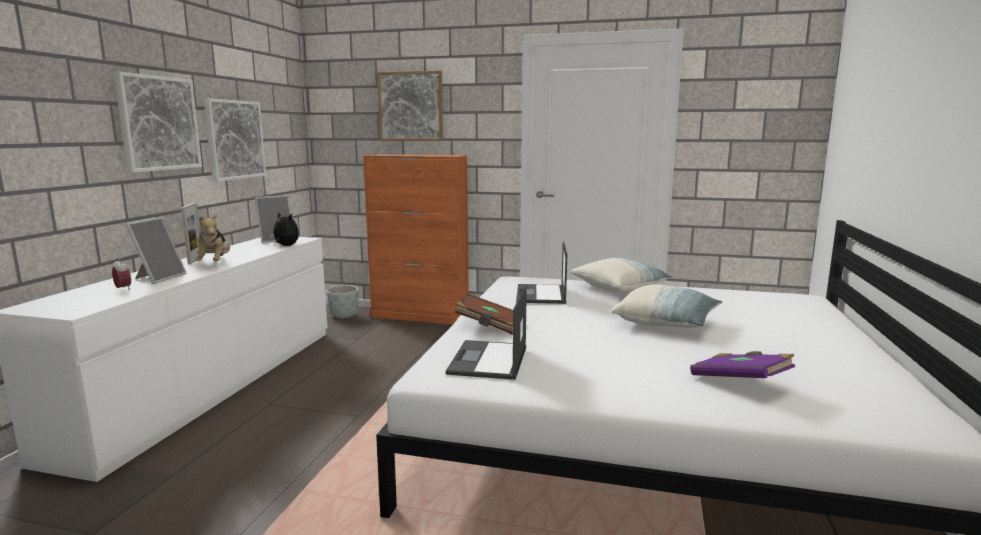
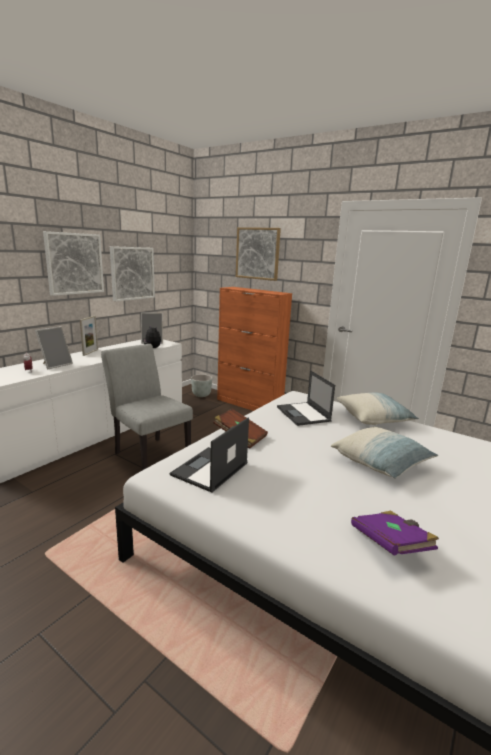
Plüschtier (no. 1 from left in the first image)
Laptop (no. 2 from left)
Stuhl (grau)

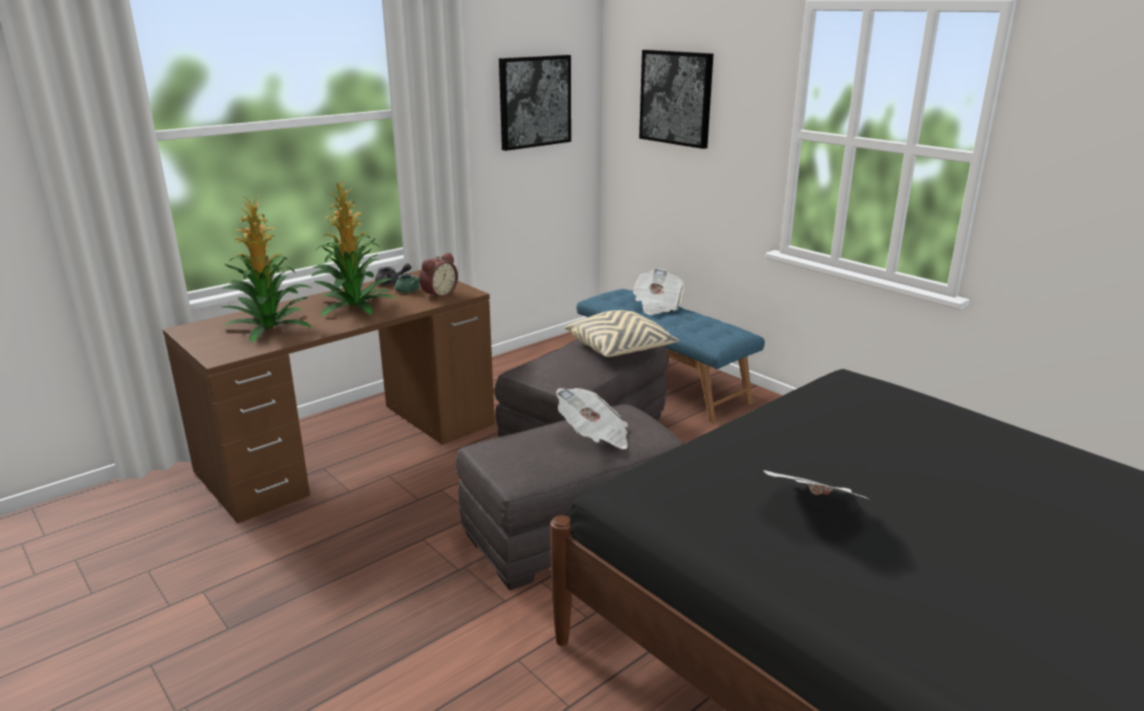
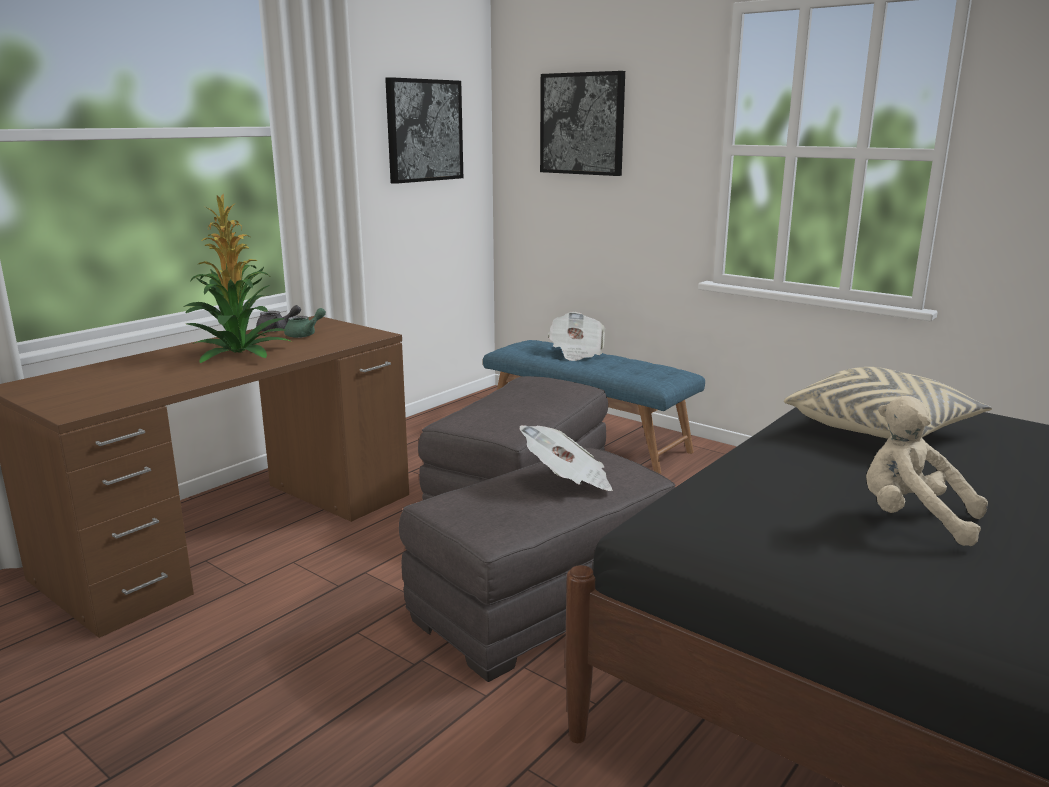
Topfpflanze (no. 1 from left in the first image)
Wecker
Kissen (beige)
Plüschtier (beige)

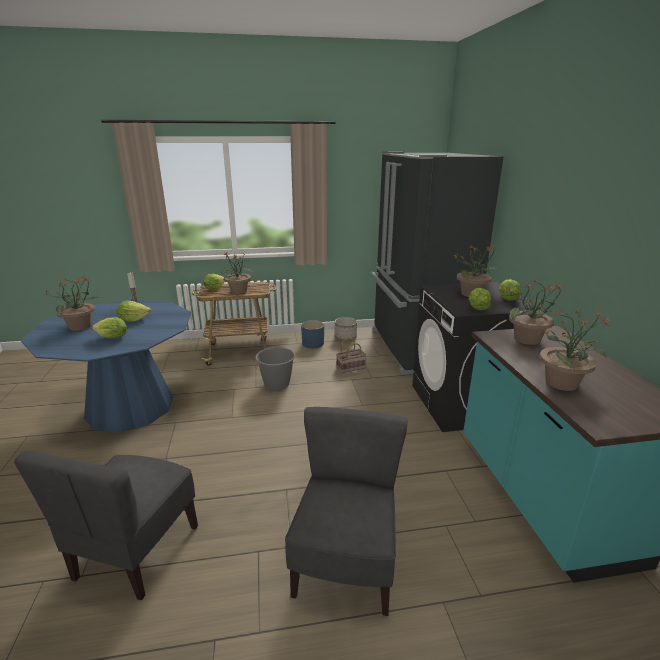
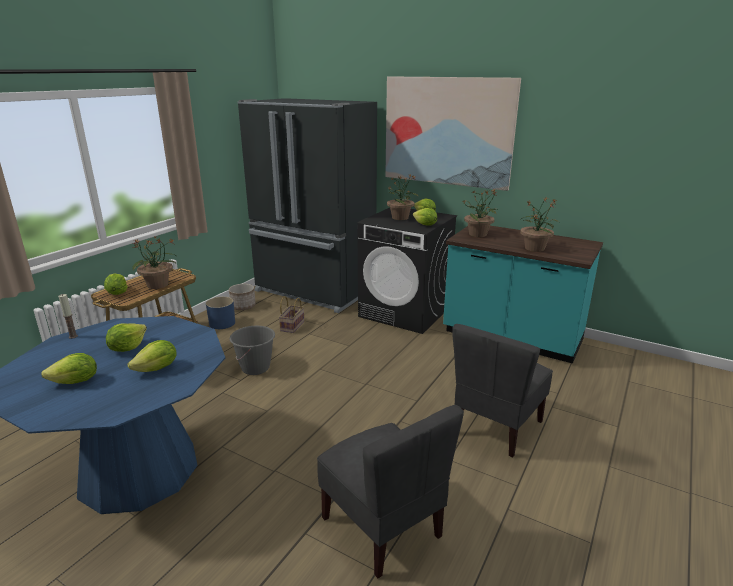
Salatkopf (no. 1 from left)
Stuhl (grau) (no. 2 from left)
Bild

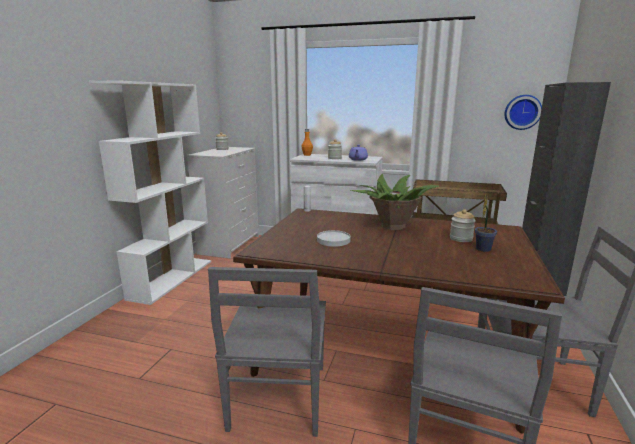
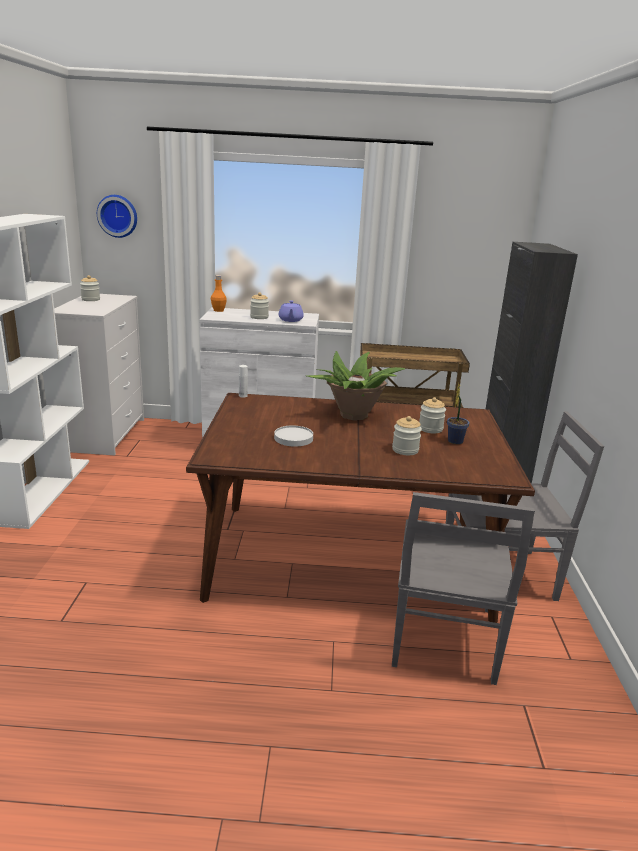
Wanduhr
Stuhl (grau) (no. 1 from left in the first image)
Vorratsglas (no. 3 from left)

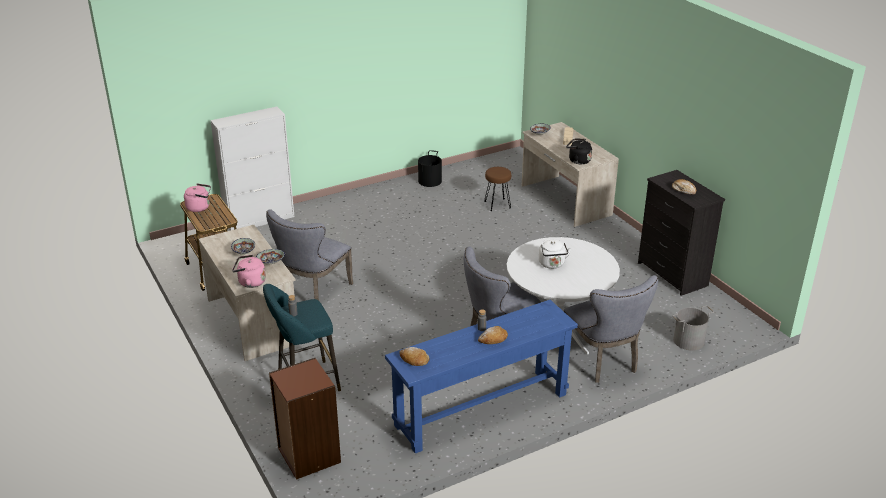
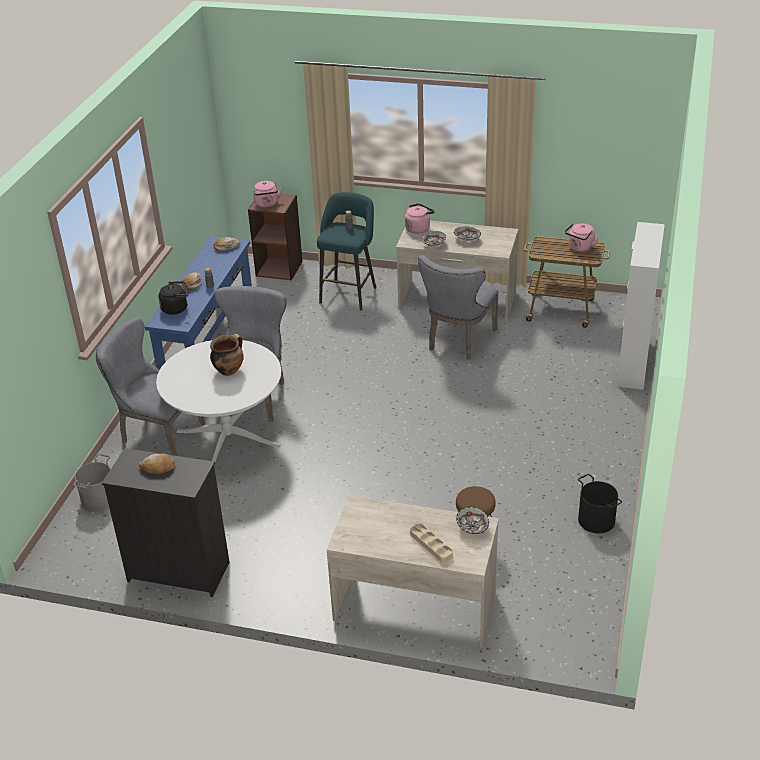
Wasserkessel (schwarz)
Stuhl (grau) (no. 3 from left)
Kochtopf
Wasserkessel (rosa) (no. 1 from left)

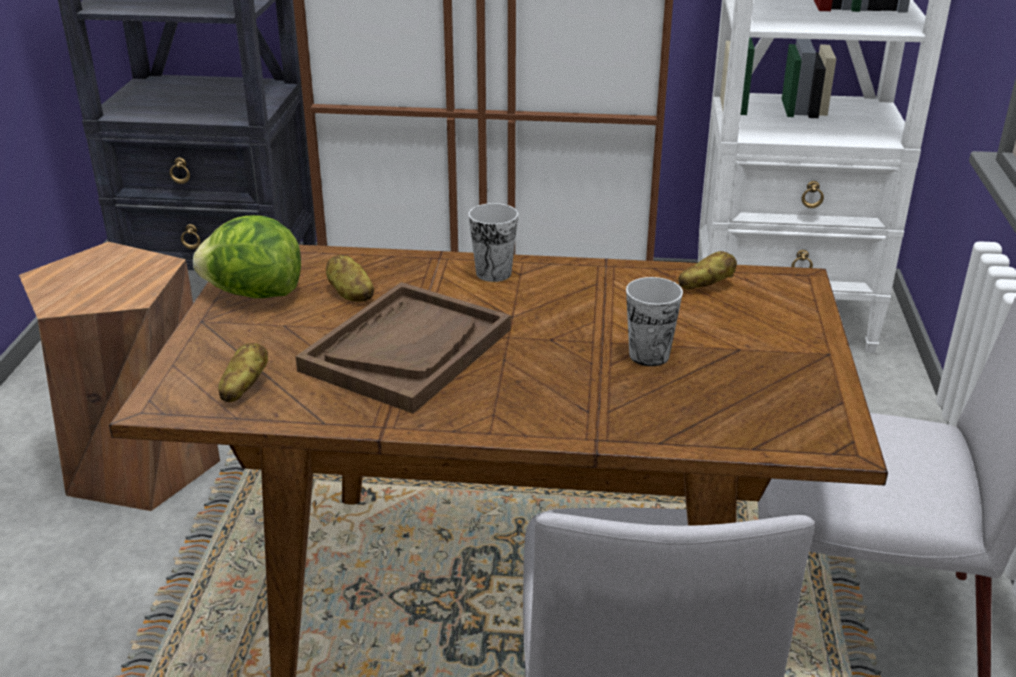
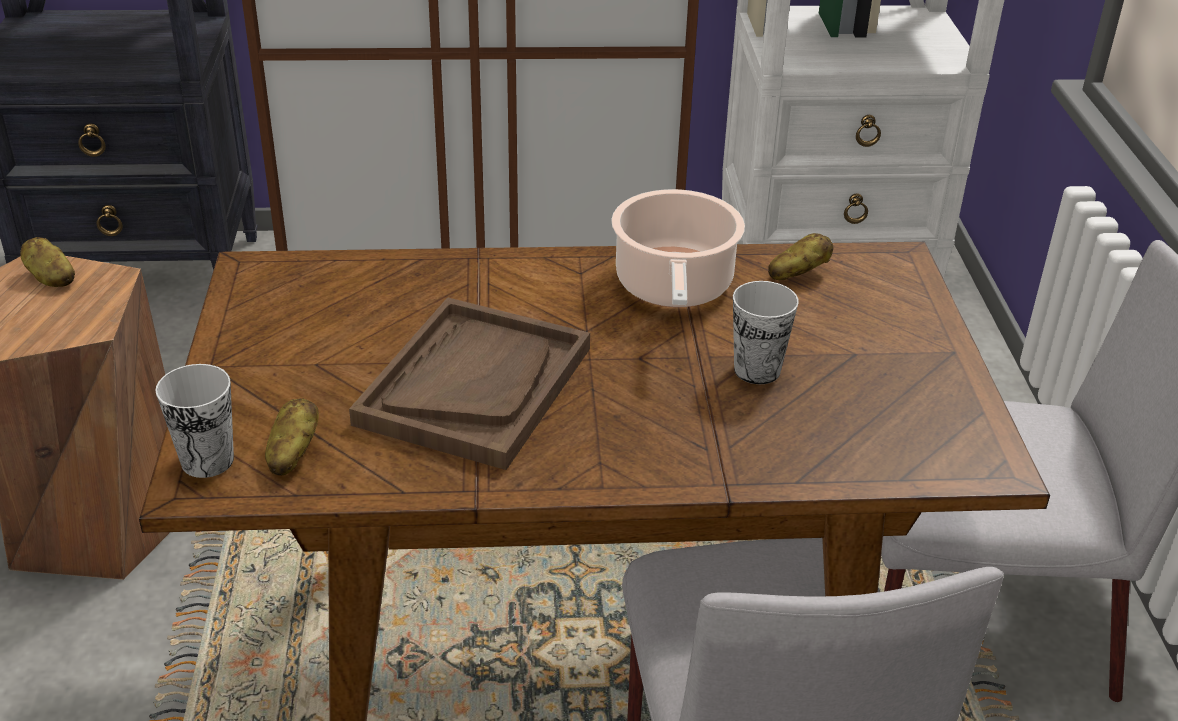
Tasse (no. 1 from left)
Salatkopf
Kartoffel (no. 1 from left)
Kochtopf

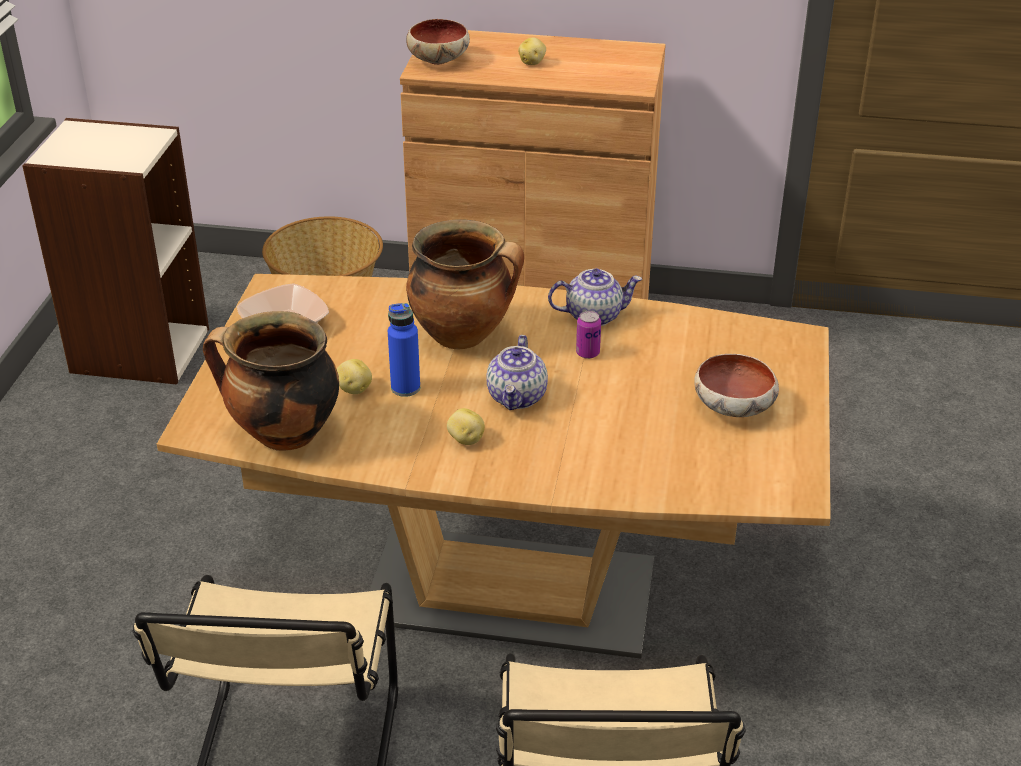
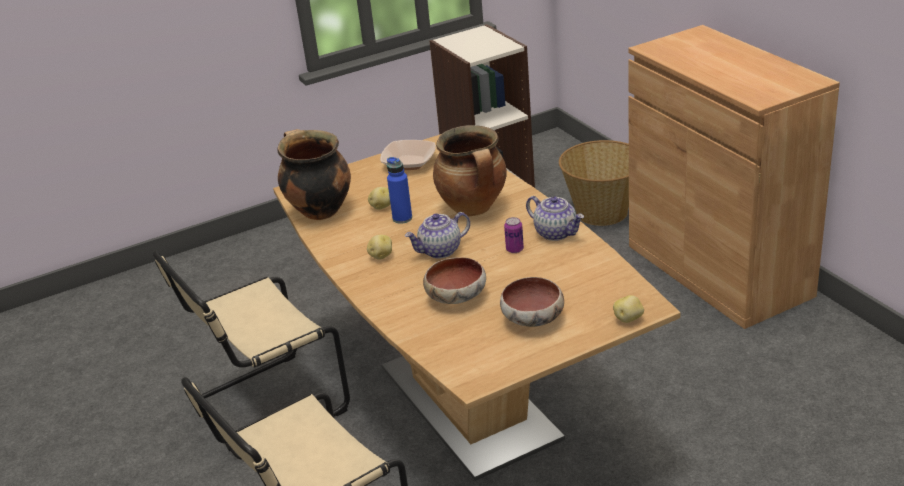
Schüssel (no. 2 from left)
Kartoffel (no. 3 from left)

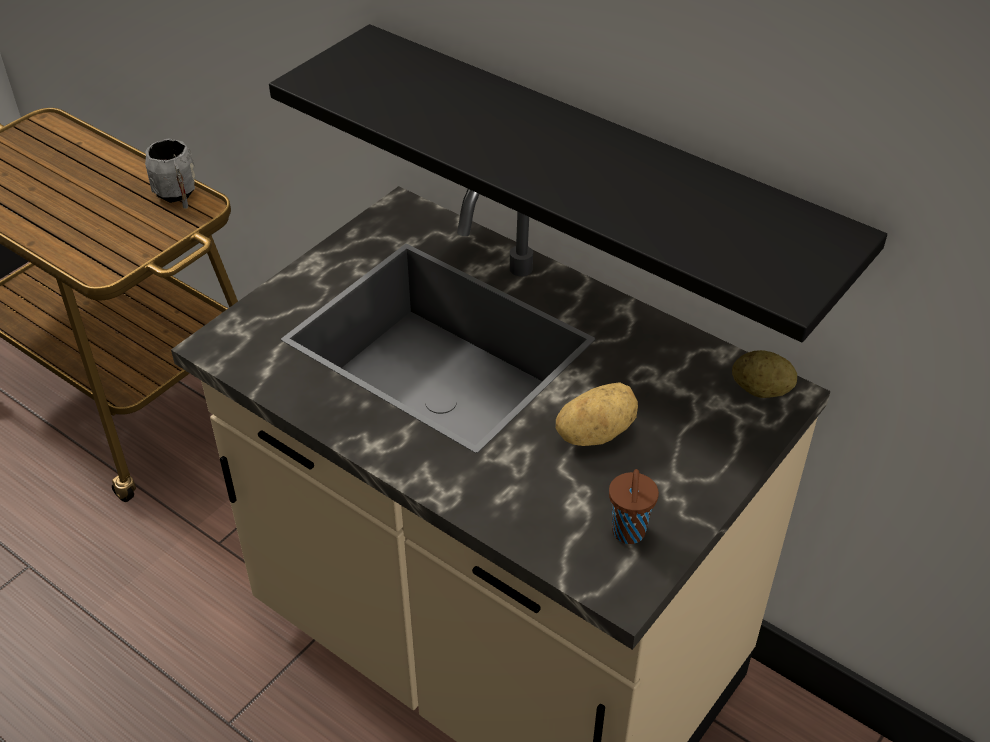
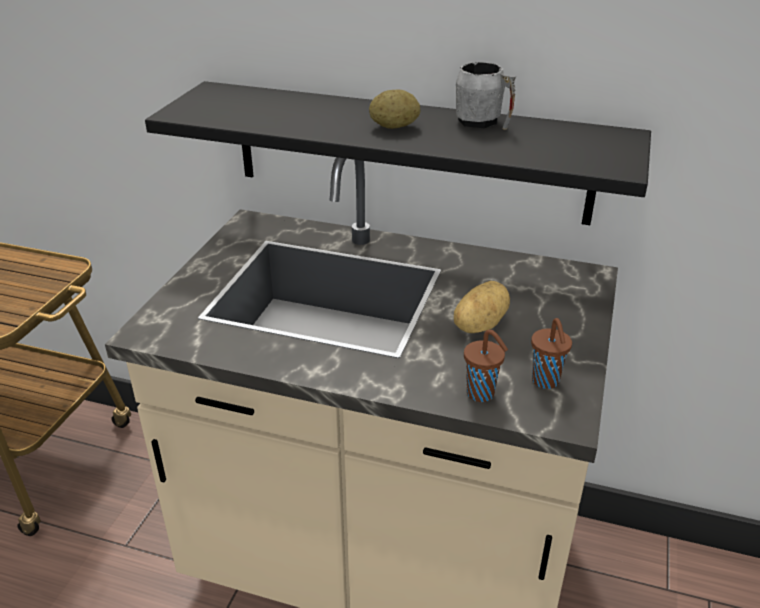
Henkelbecher (grau)
Kartoffel (no. 1 from left)
Tasse (braun) (no. 1 from left)

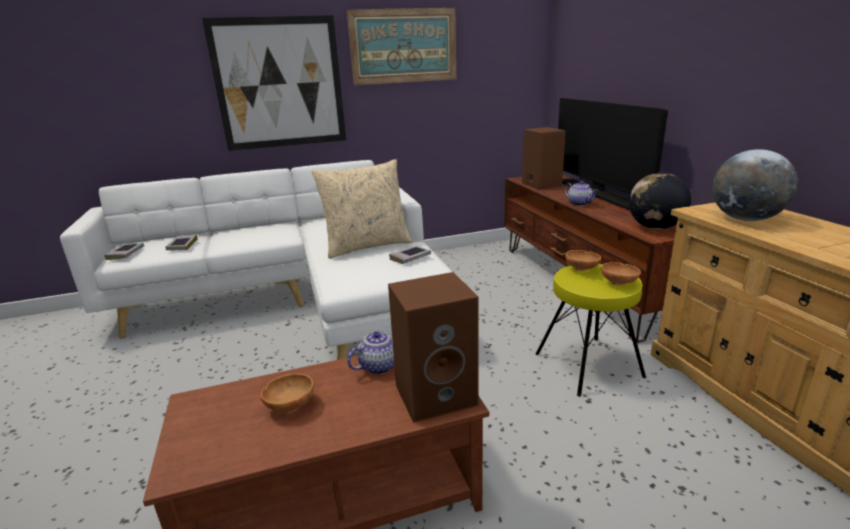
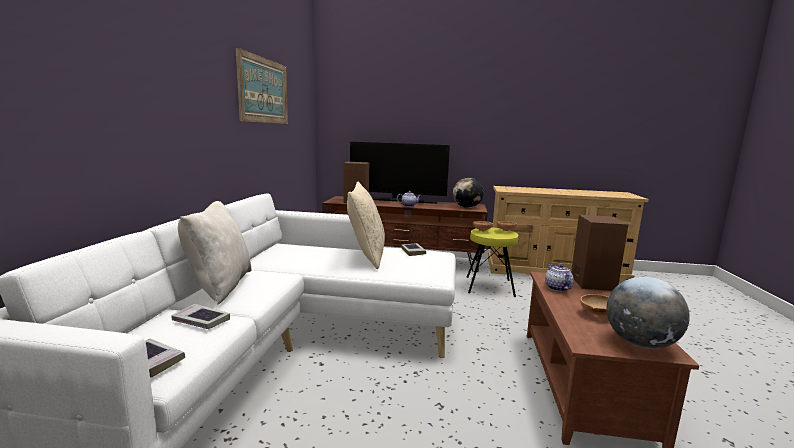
Bild (no. 1 from left in the first image)
Globus (no. 2 from left)
Kissen (beige) (no. 1 from left)

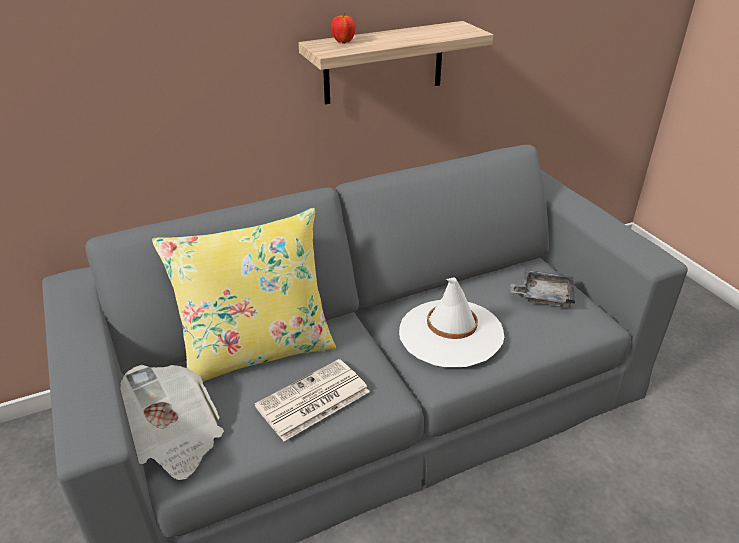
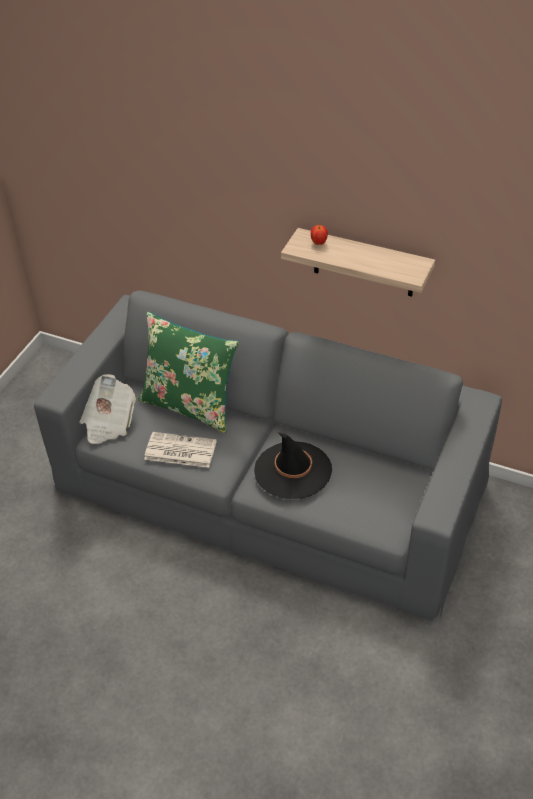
Kissen (grün)
Tablett (grau)
Hut (schwarz)

